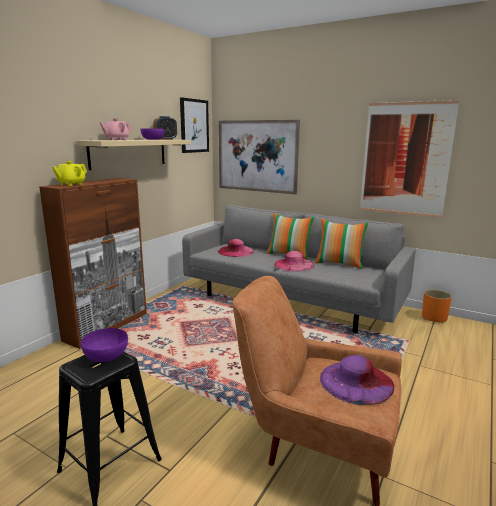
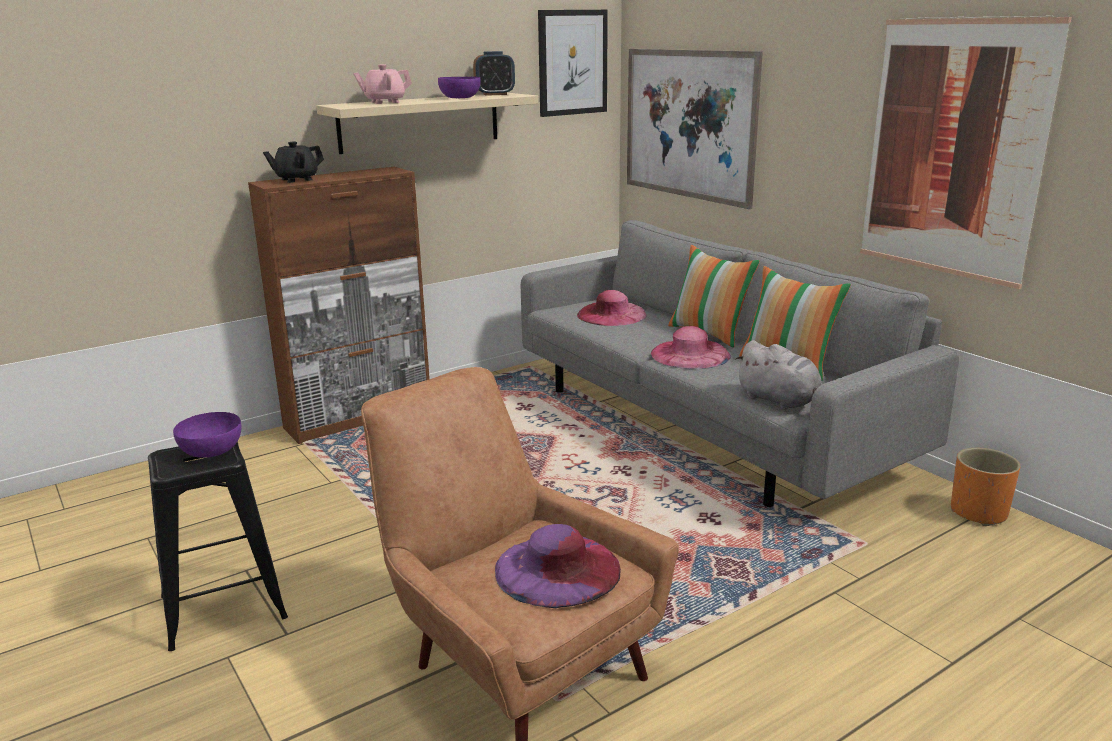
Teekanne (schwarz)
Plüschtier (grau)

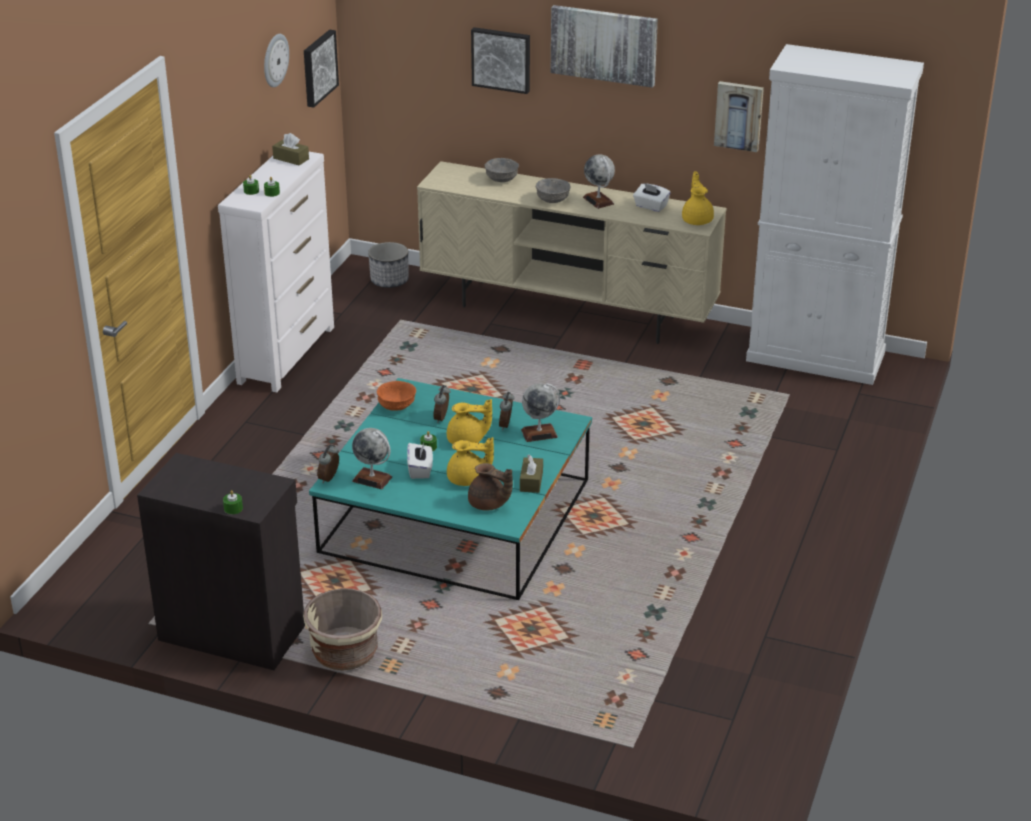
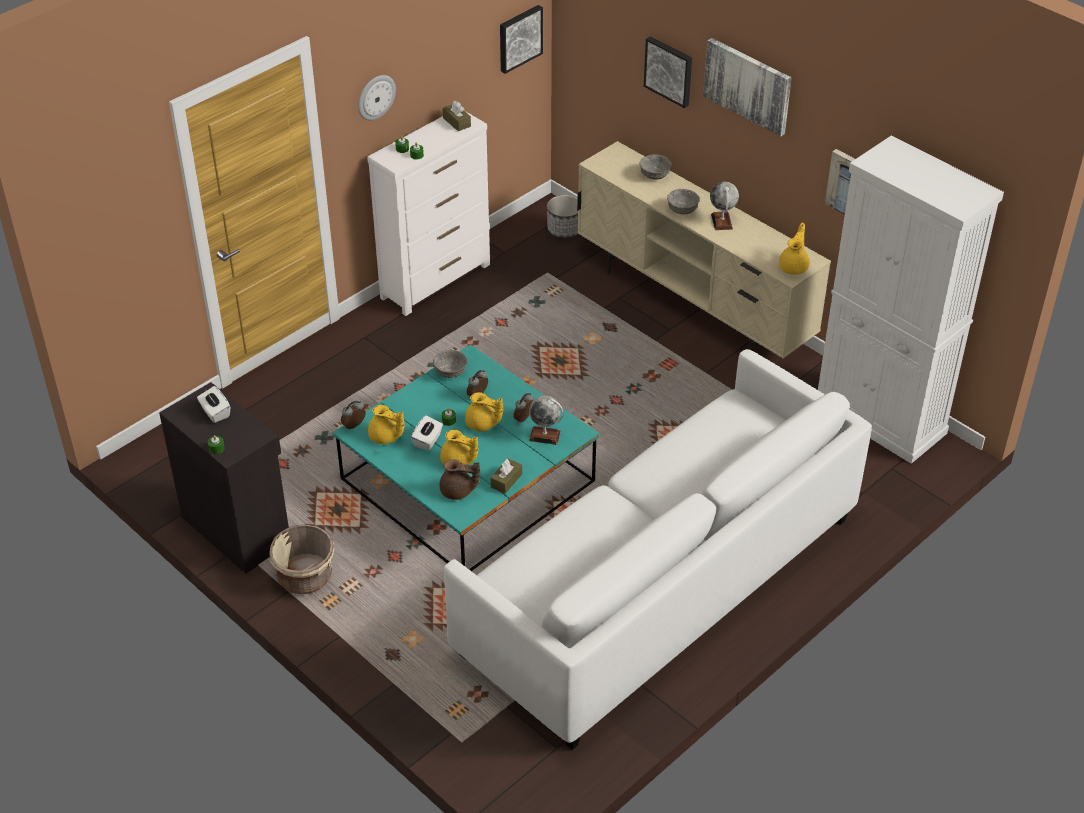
Wanduhr
Taschentuchbox (weiß) (no. 1 from left)
Schüssel (grau) (no. 1 from left)
Teekanne (gelb) (no. 1 from left)
Teekanne (braun)
Sofa (weiß)

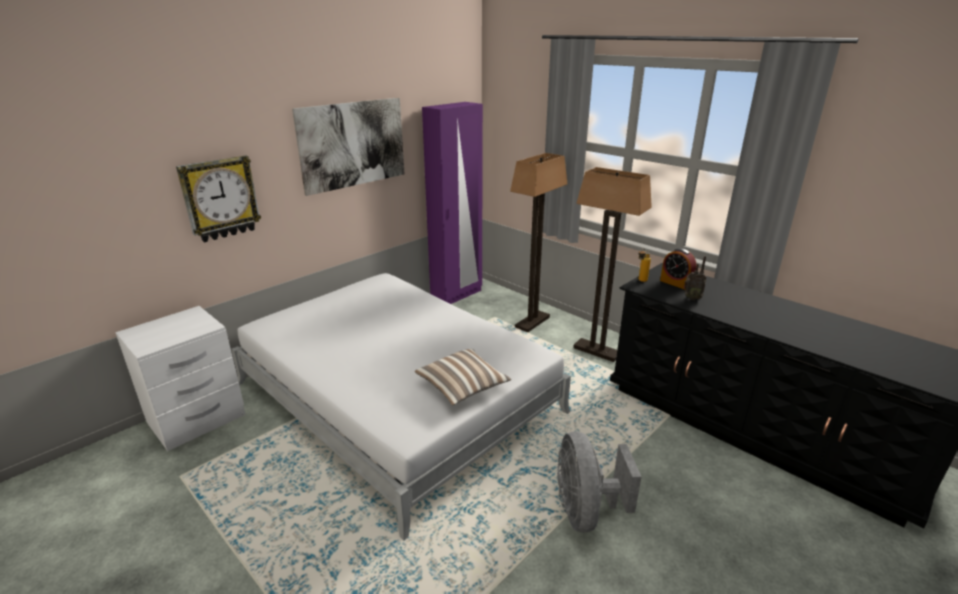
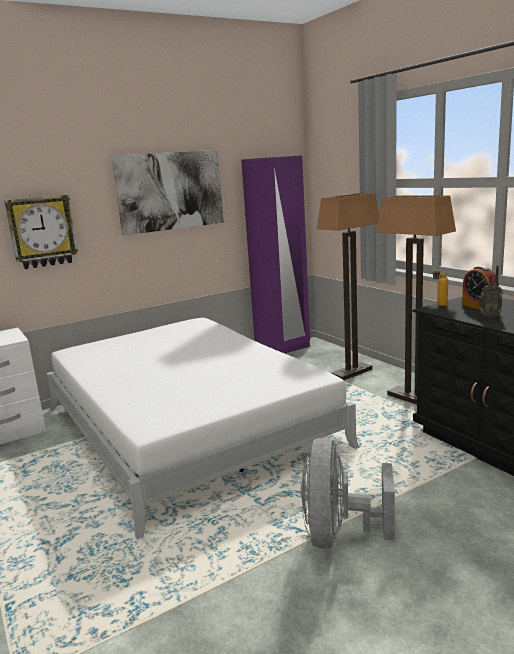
Kissen

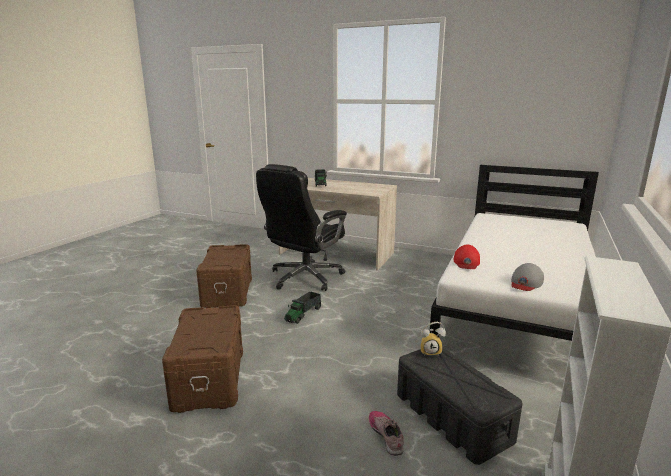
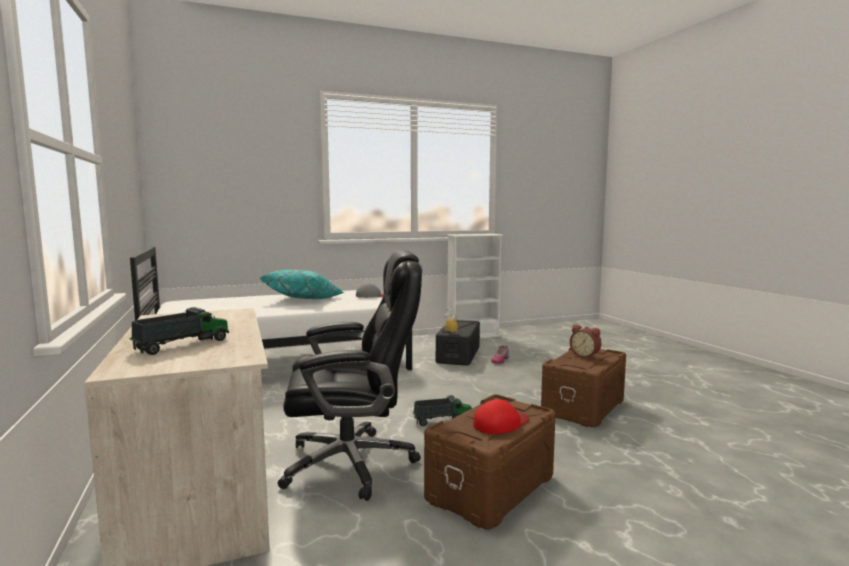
Kappe (rot)
Kissen (türkis)
Wecker (no. 2 from left)

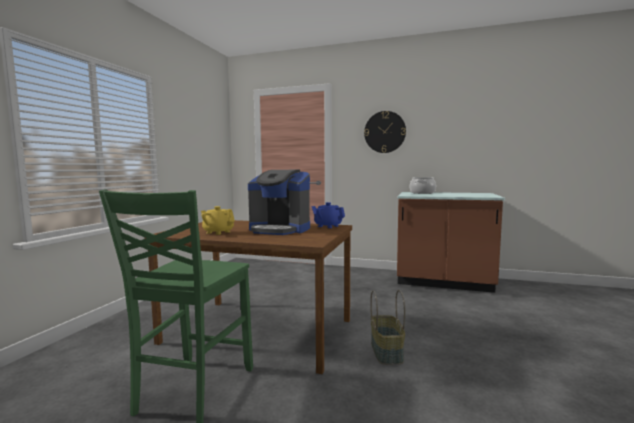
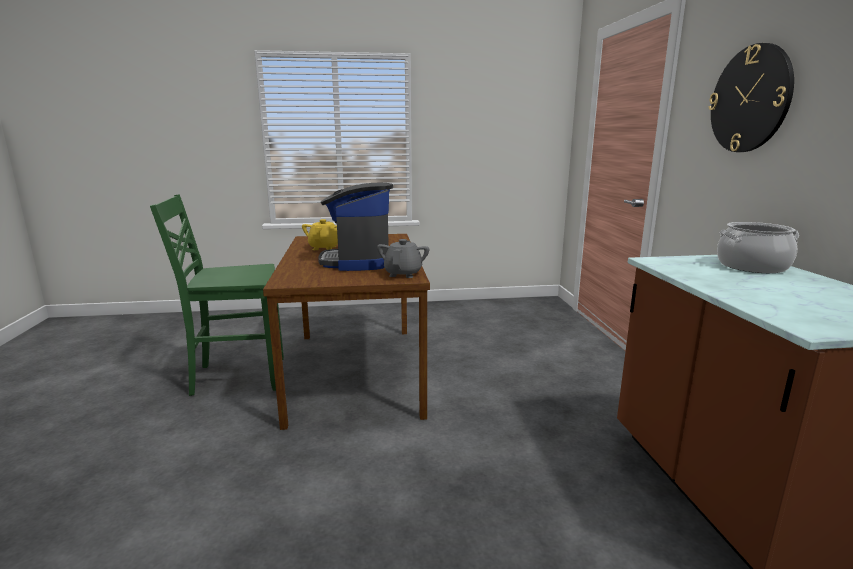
Teekanne (grau)
Korb

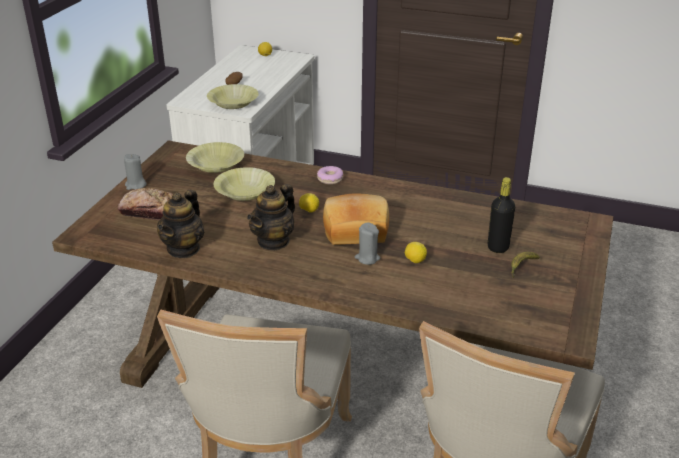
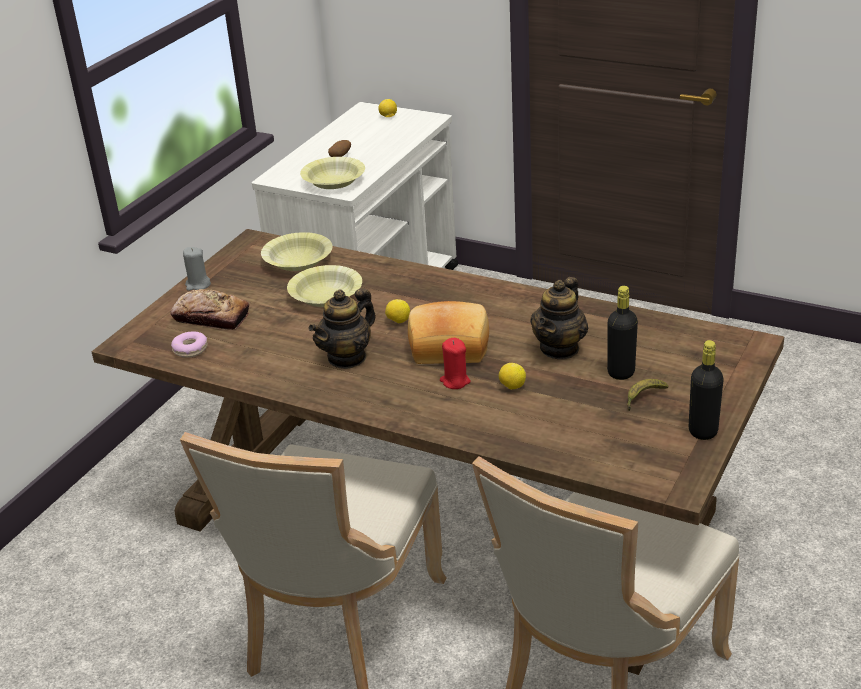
Donut
Teekanne (no. 2 from left)
Kerze (rot)
Flasche (schwarz) (no. 2 from left)

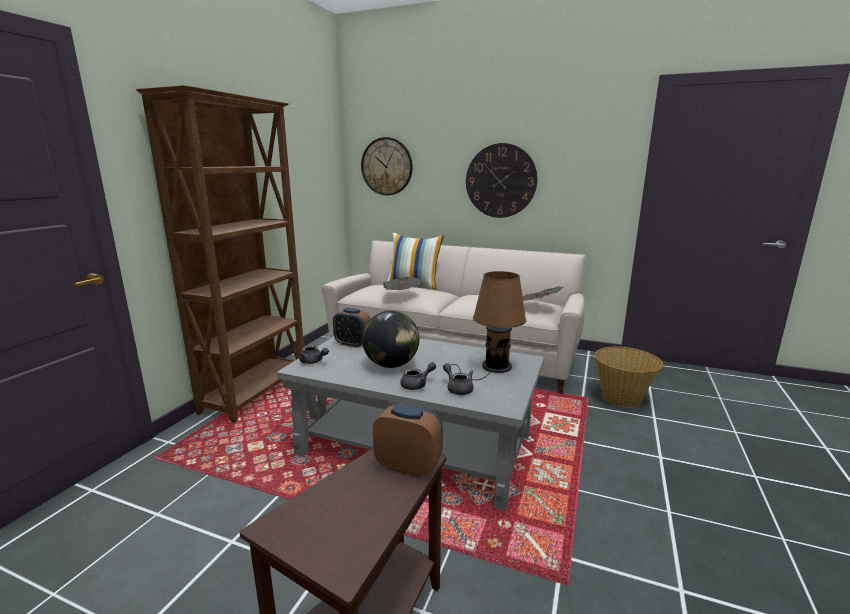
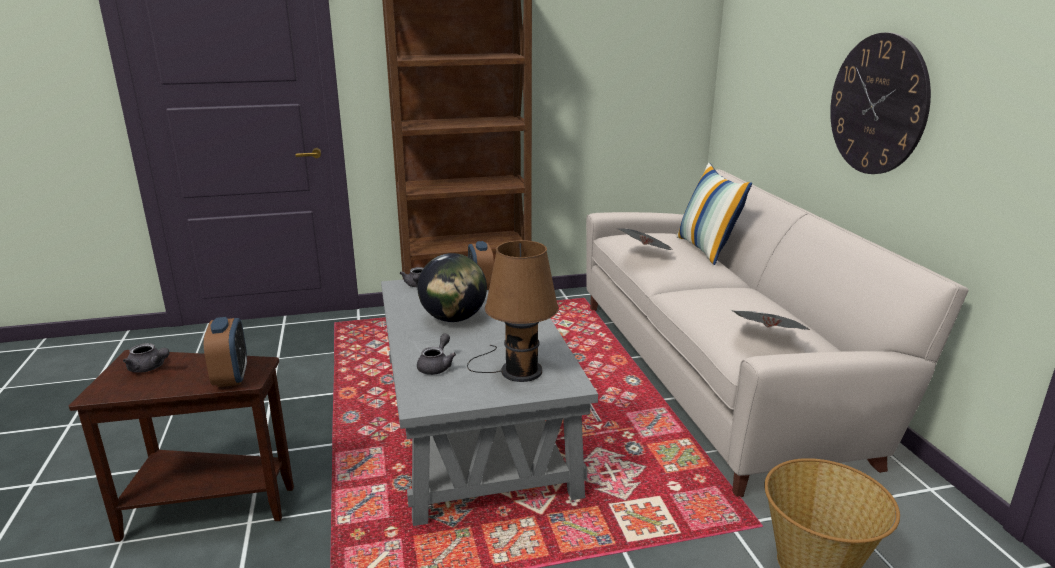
Wanduhr (no. 1 from left in the first image)
Teekanne (grau) (no. 1 from left)

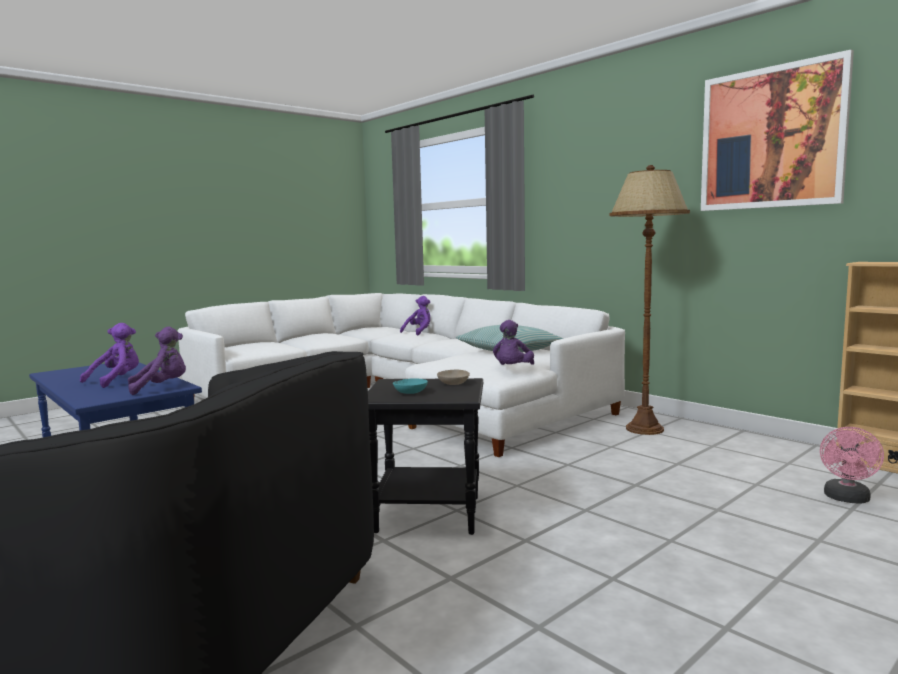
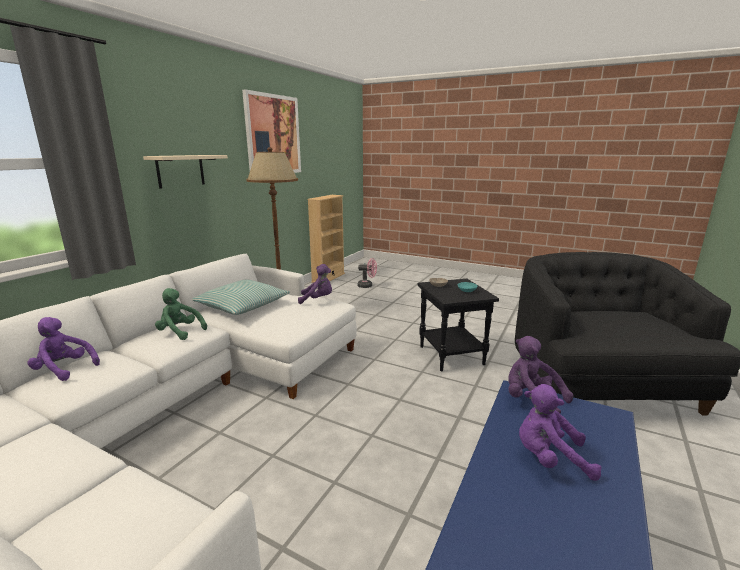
Wandregal (beige)
Plüschtier (grün)

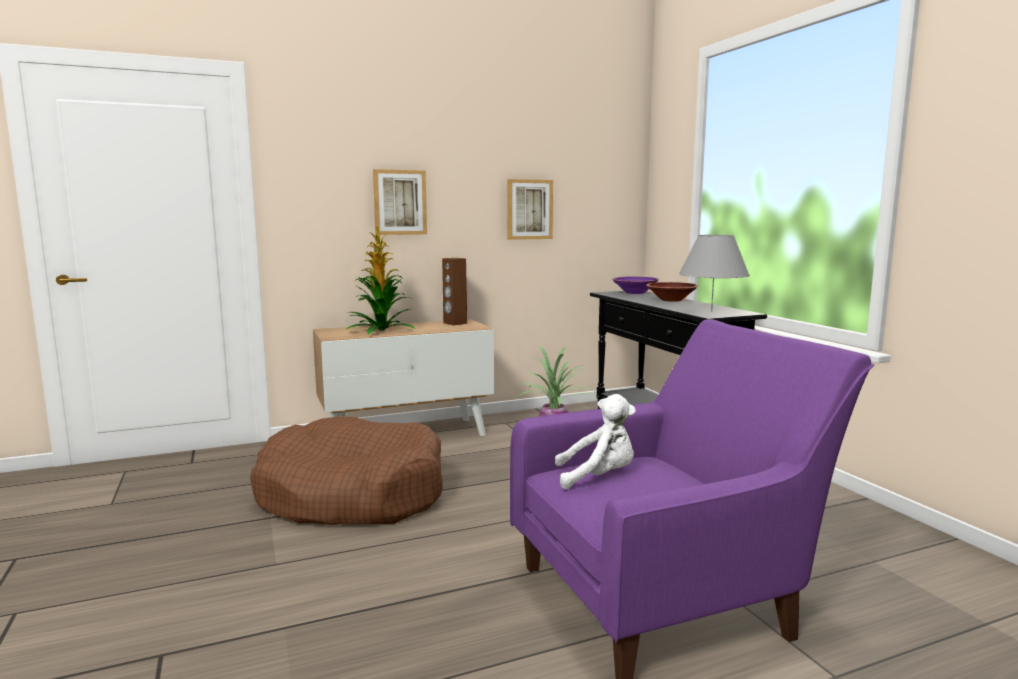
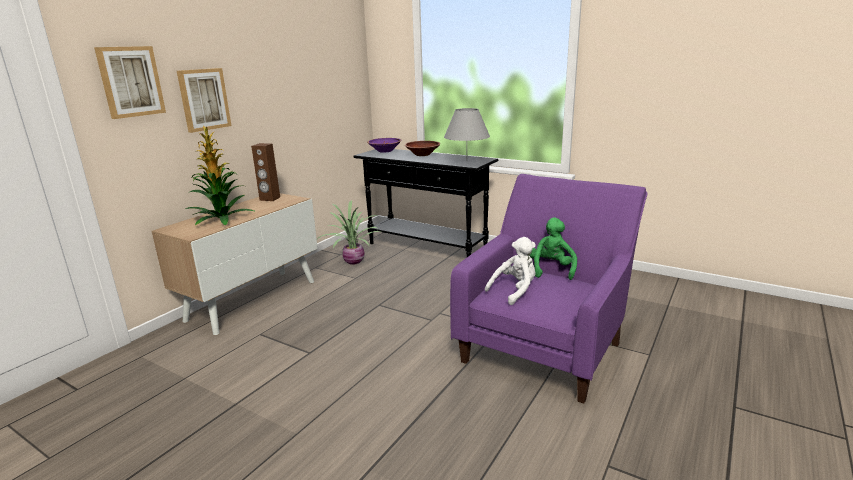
Bild (no. 1 from left)
Hundebett (braun)
Plüschtier (grün)

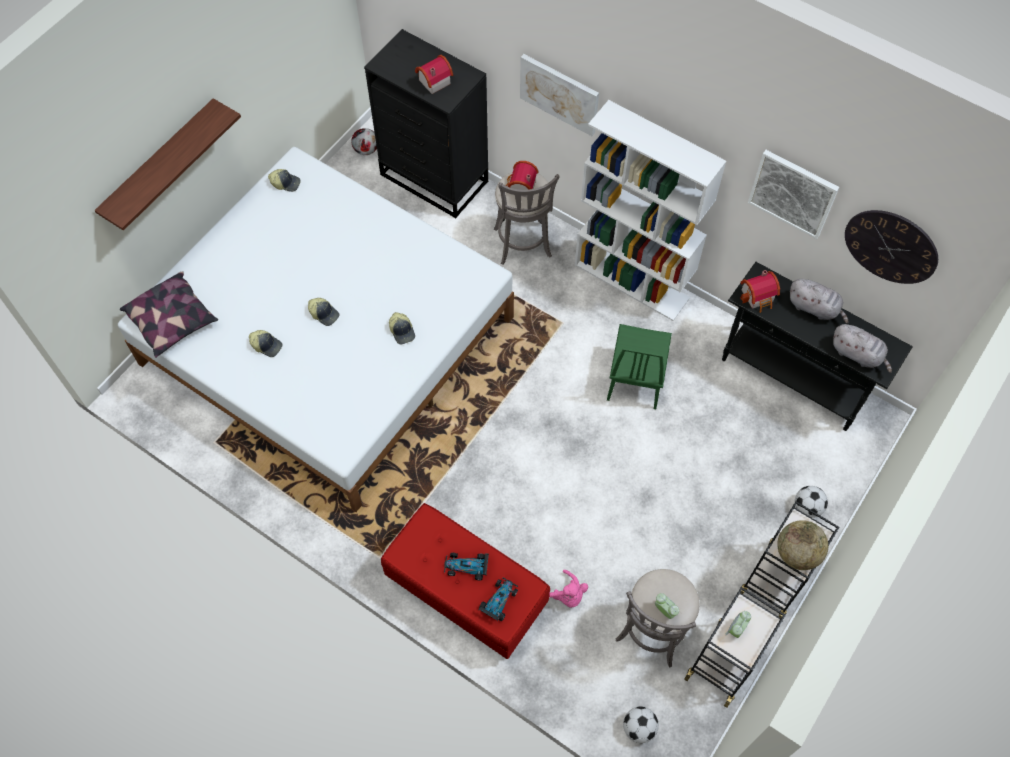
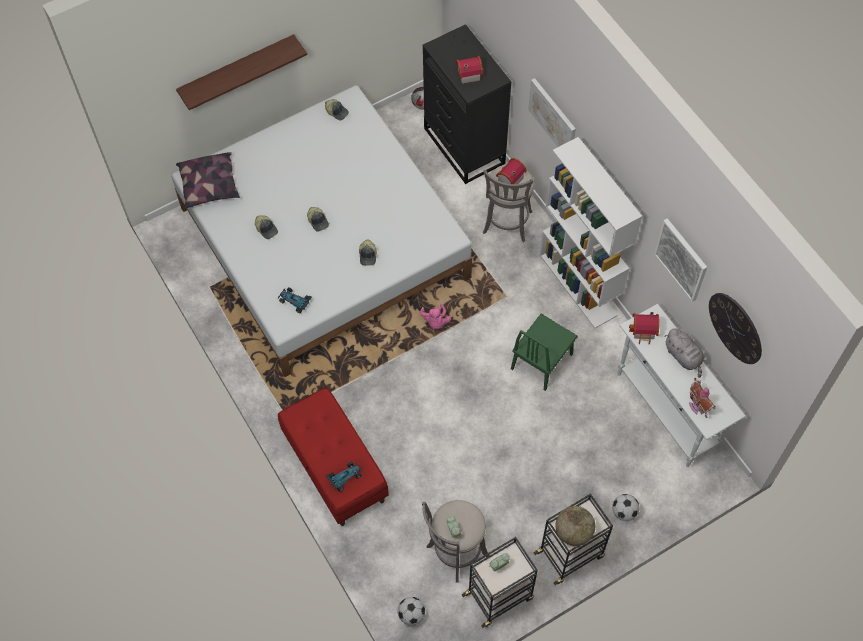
Konsolentisch (weiß)
Spielzeughaus (no. 4 from left)
Spielzeugauto (no. 1 from left)
Plüschtier (rosa)

